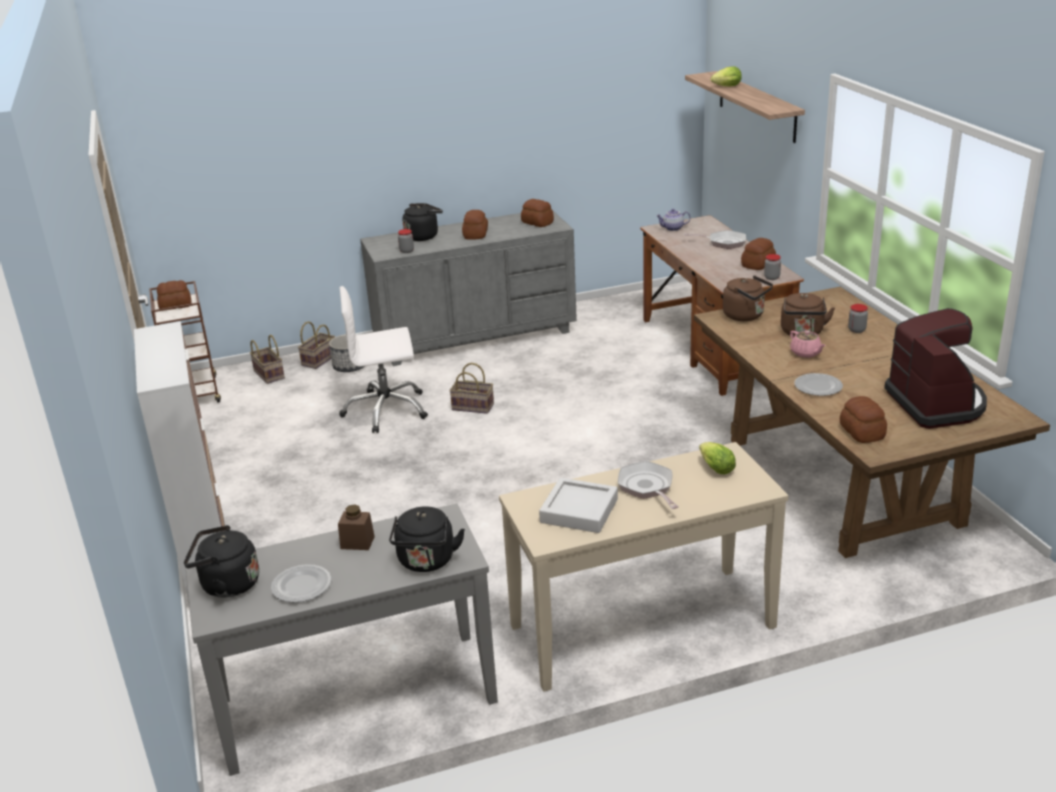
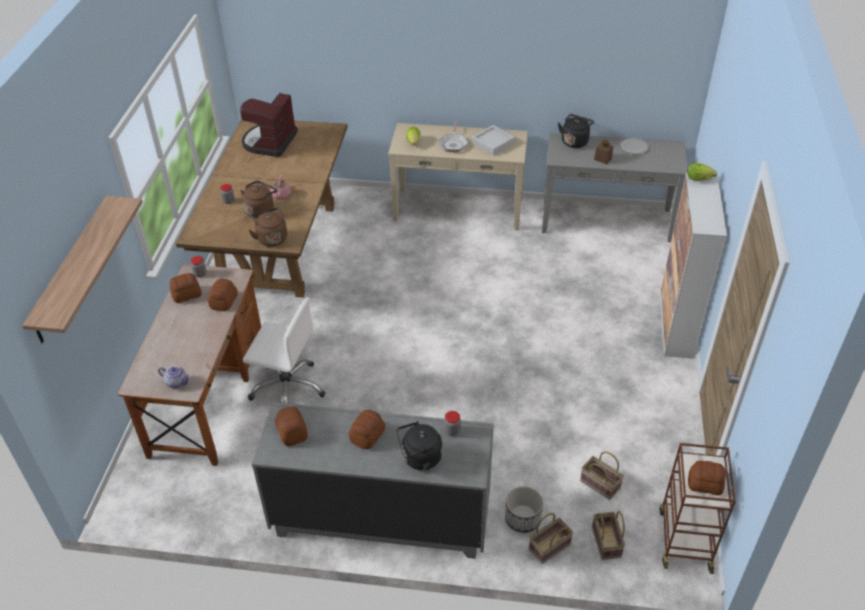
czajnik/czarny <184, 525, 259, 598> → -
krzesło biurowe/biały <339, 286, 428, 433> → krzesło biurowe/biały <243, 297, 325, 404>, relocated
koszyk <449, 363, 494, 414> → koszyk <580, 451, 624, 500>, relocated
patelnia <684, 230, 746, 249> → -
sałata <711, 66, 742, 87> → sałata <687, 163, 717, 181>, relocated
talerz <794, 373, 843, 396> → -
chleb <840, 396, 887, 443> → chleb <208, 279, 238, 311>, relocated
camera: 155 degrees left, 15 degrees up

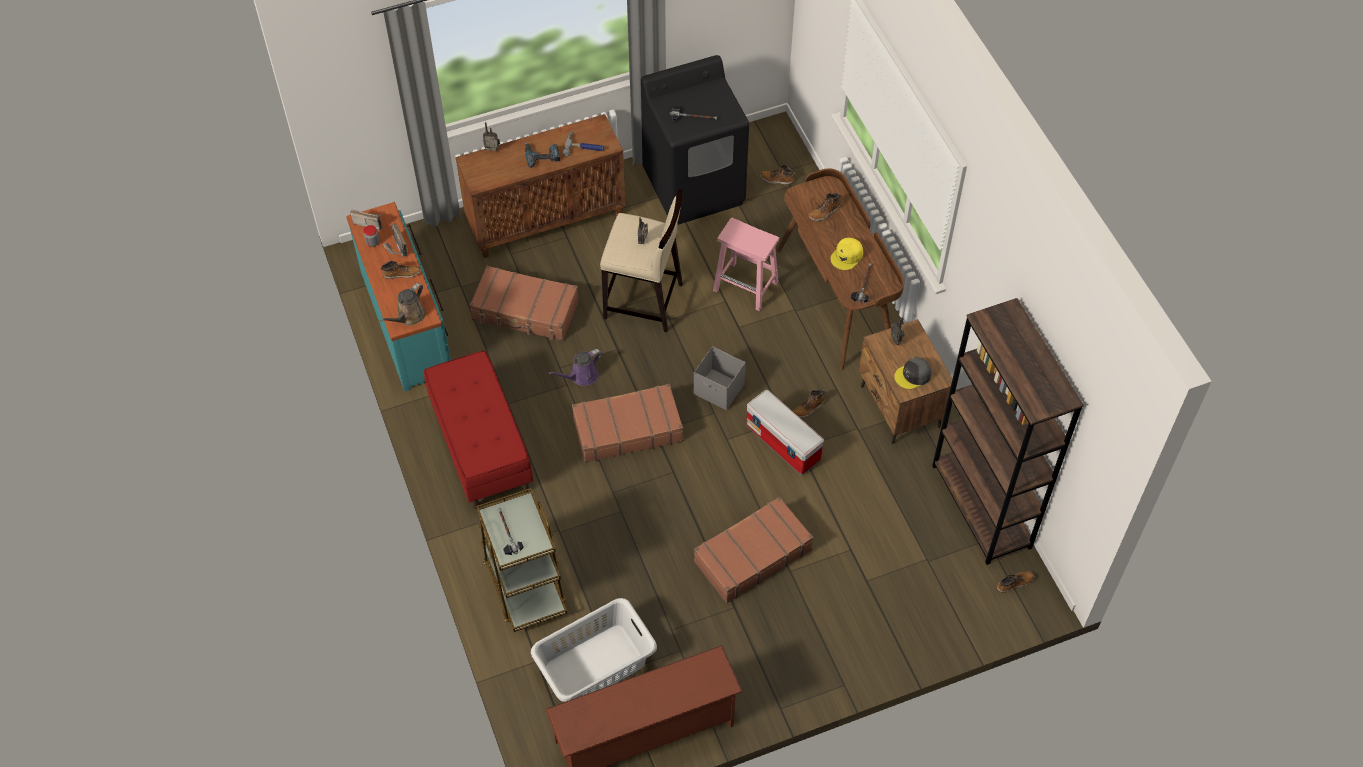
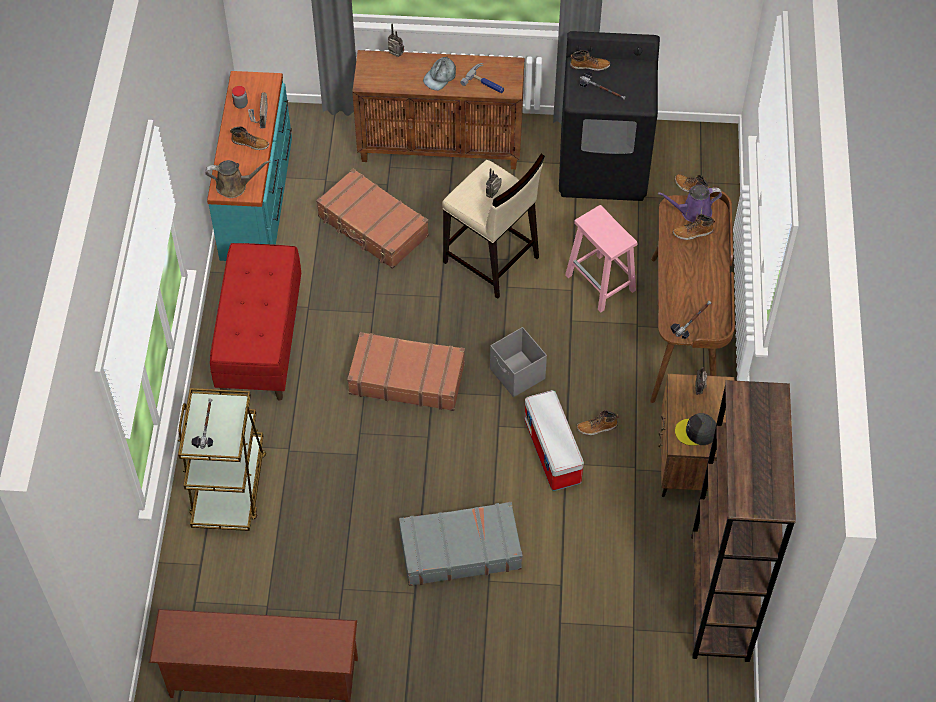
radio <350, 210, 383, 230> → -
konewka/brązowy <380, 283, 426, 326> → konewka/brązowy <205, 160, 271, 198>, 150 degrees counterclockwise
wiertarka <525, 142, 560, 168> → czapka z daszkiem/szary <423, 57, 456, 91>
kosz na pranie/szary <531, 598, 657, 702> → -
konewka/fioletowy <549, 349, 602, 386> → konewka/fioletowy <658, 185, 722, 222>, relocated
walizka/brązowy <694, 497, 813, 603> → walizka/szary <399, 502, 522, 586>
czapka z daszkiem/żółty <831, 238, 863, 270> → -
but z cholewką <997, 572, 1034, 593> → but z cholewką <570, 50, 610, 71>, relocated
camera: 25 degrees right, 0 degrees up

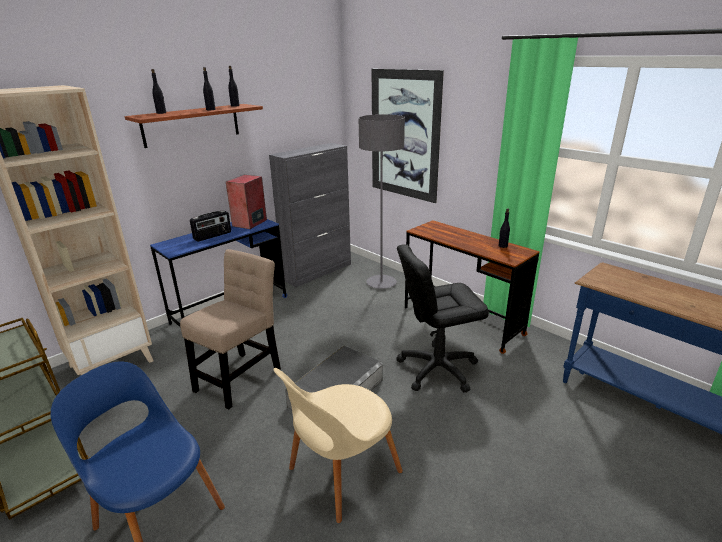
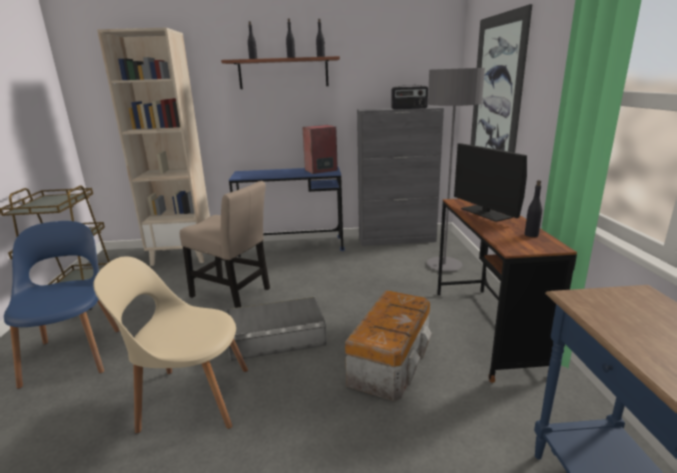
krzesło/beżowy <180, 249, 281, 409> → krzesło/beżowy <180, 181, 270, 308>, 45 degrees clockwise
radio <190, 210, 231, 242> → radio <391, 85, 428, 110>, relocated
krzesło biurowe/czarny <396, 244, 489, 393> → pojemnik do przechowywania <345, 290, 432, 401>
- → monitor <454, 143, 527, 222>
camera: 40 degrees right, 5 degrees down

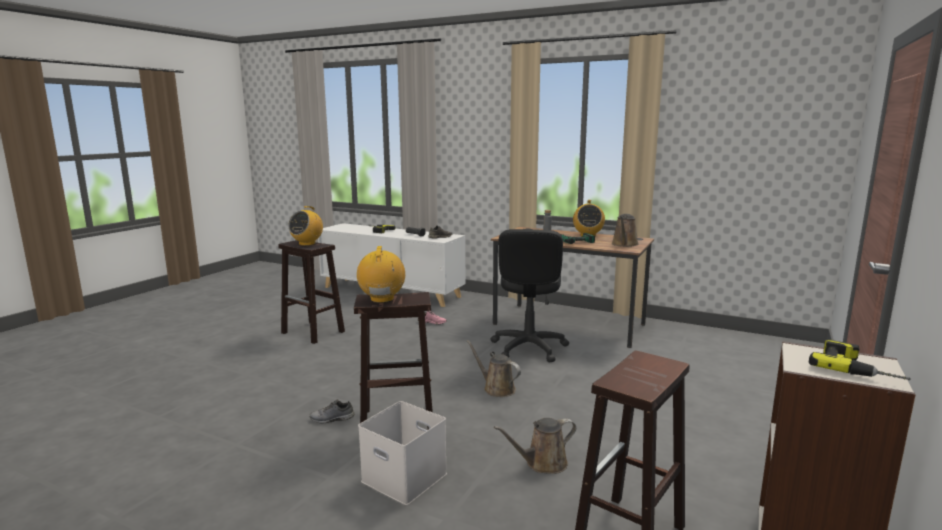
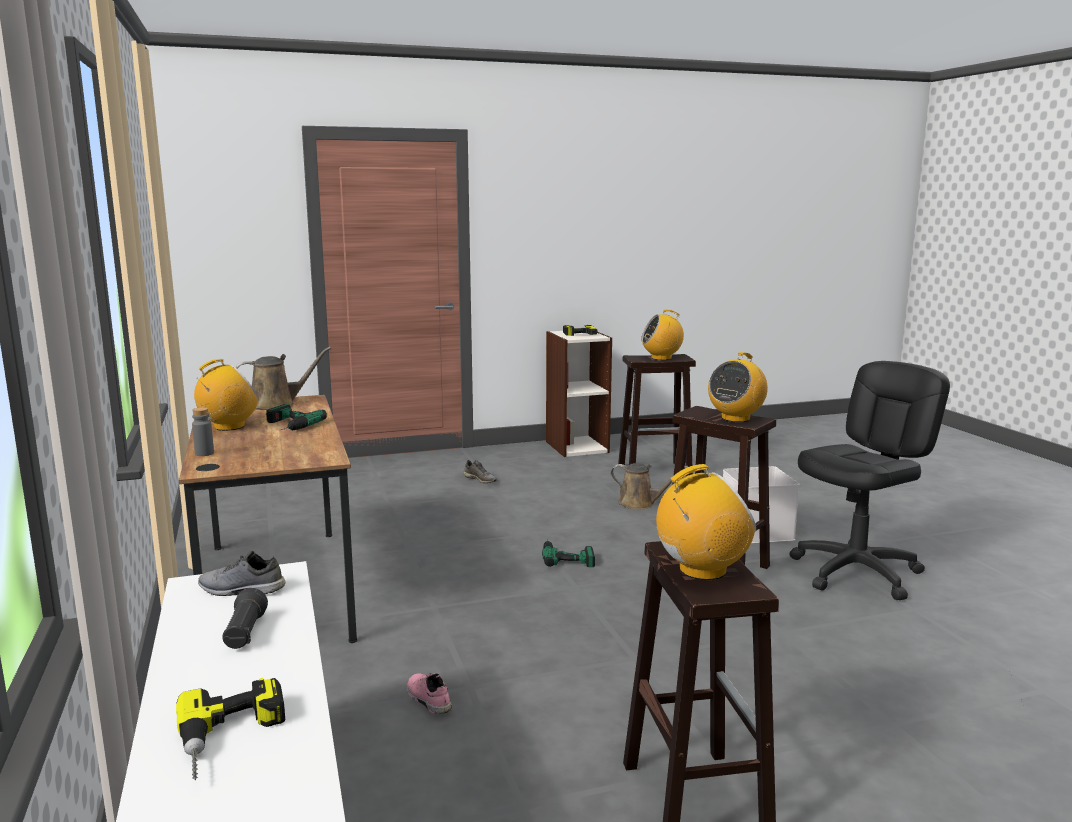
but/szary <309, 399, 354, 423> → but/szary <463, 460, 497, 483>, relocated
konewka/brązowy <466, 340, 521, 397> → wiertarka <542, 540, 595, 567>
krzesło biurowe/czarny <491, 229, 569, 363> → krzesło biurowe/czarny <789, 361, 950, 600>, relocated
- → radio <641, 310, 684, 360>
camera: 135 degrees left, 0 degrees up

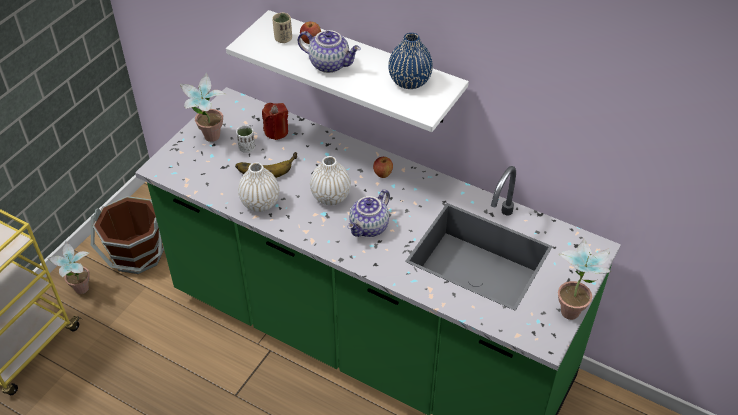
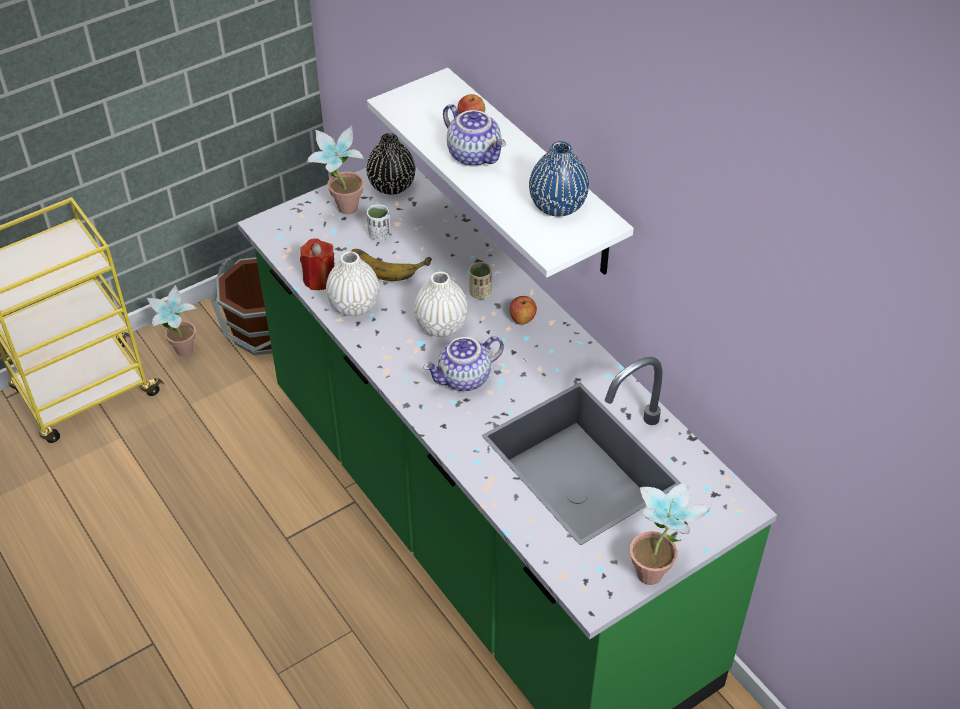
świeca/czerwony <262, 103, 288, 140> → świeca/czerwony <300, 239, 334, 290>, relocated
filiżanka/beżowy <272, 13, 292, 43> → filiżanka/beżowy <469, 262, 492, 299>, relocated
- → wazon/czarny <366, 133, 415, 195>
camera: 25 degrees right, 0 degrees up

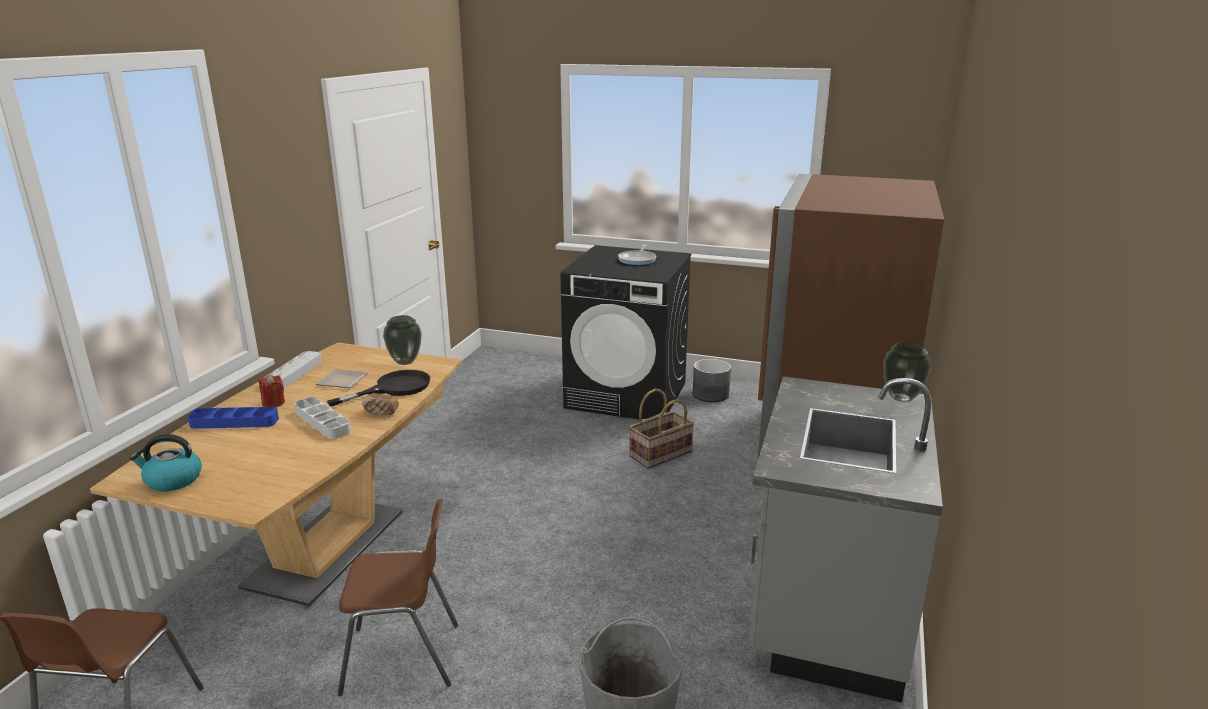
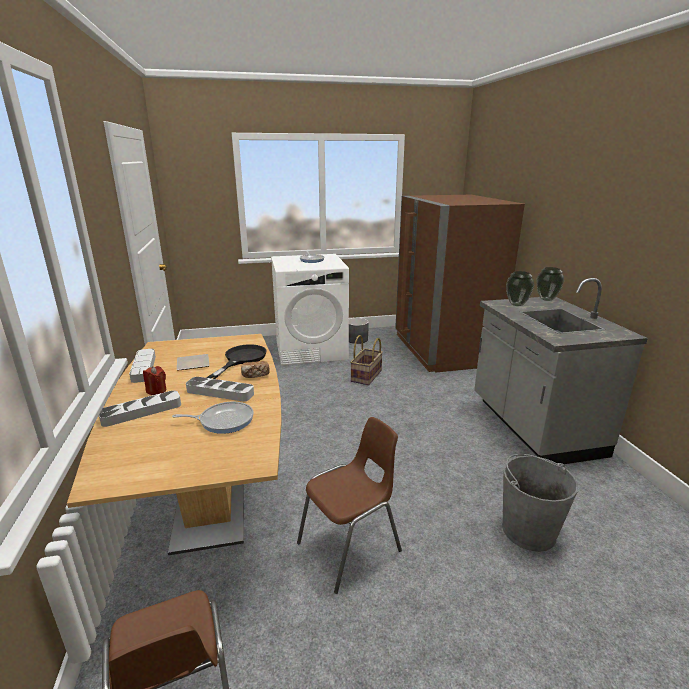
czajnik <130, 434, 202, 492> → -
taca/niebieski <188, 407, 279, 429> → taca/szary <99, 390, 181, 427>
wazon <383, 315, 422, 365> → wazon <506, 271, 534, 306>, relocated
pralka/czarny <560, 245, 691, 419> → pralka/biały <271, 254, 349, 366>
- → patelnia <172, 402, 254, 434>
camera: 30 degrees left, 0 degrees up

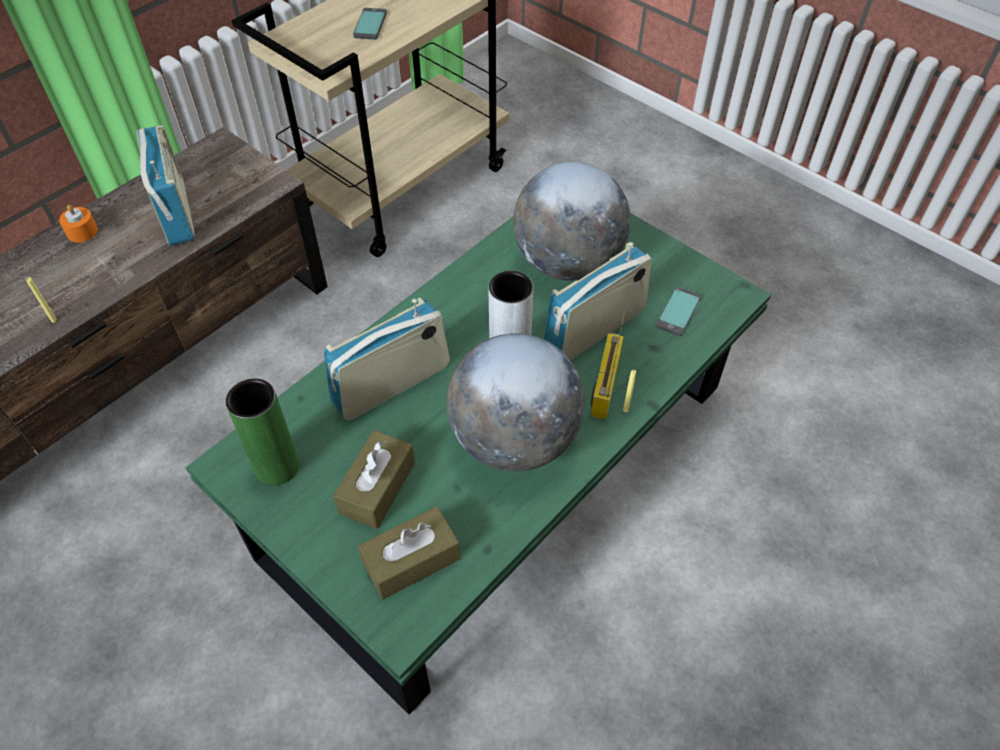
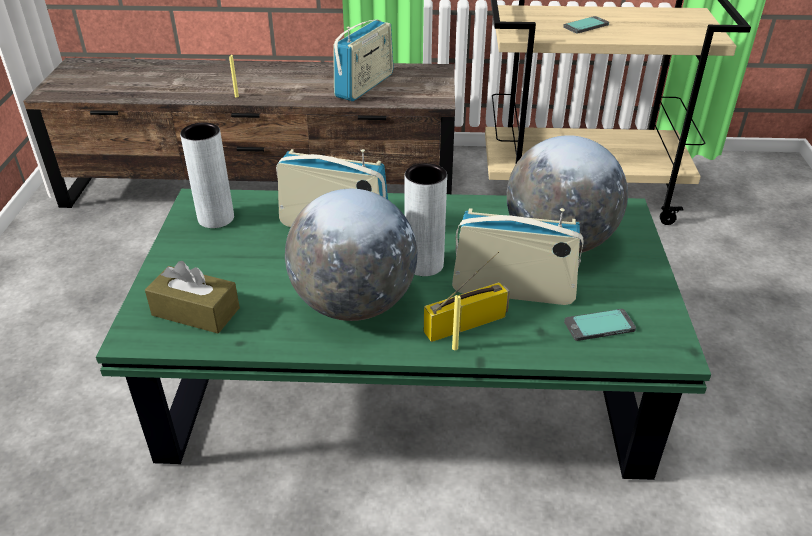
świeca/pomarańczowy <59, 205, 98, 243> → -
wazon/zielony <226, 379, 299, 485> → wazon/szary <180, 122, 234, 228>
pudełko chusteczek/brązowy <333, 430, 415, 529> → -
camera: 50 degrees right, 15 degrees down

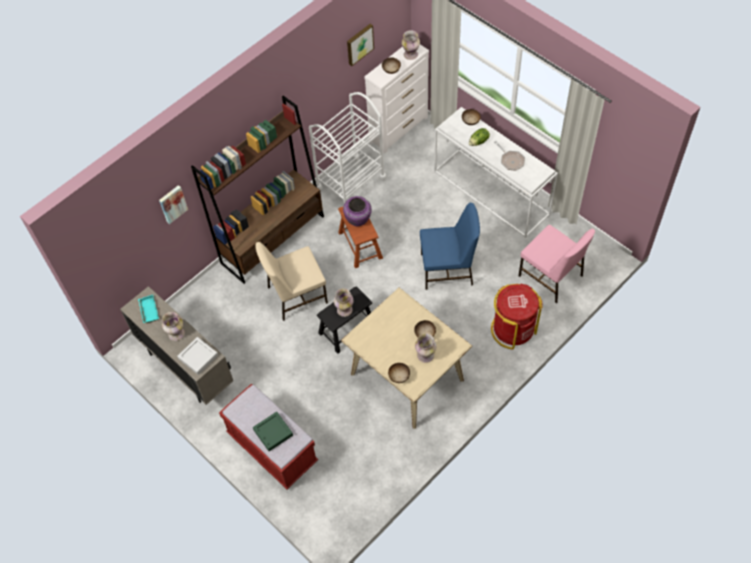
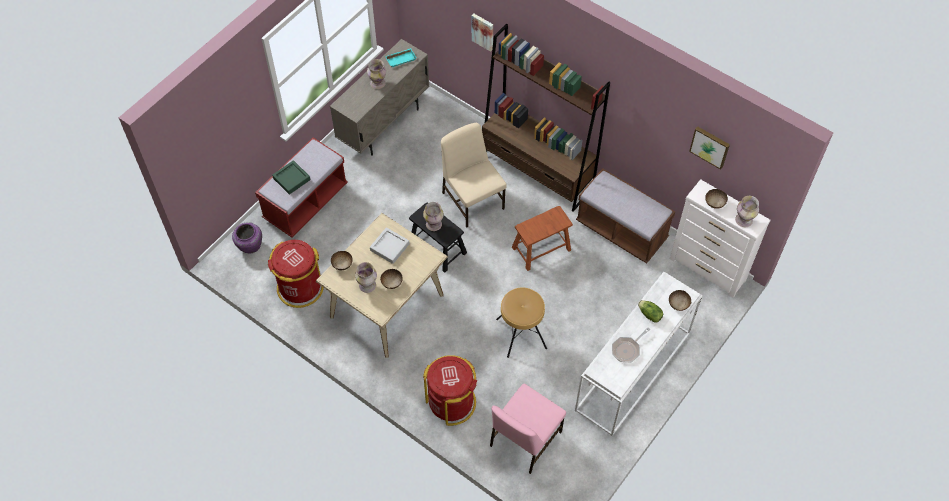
taca/szary <177, 337, 218, 375> → taca/szary <370, 227, 410, 264>, relocated
wózek/biały <309, 92, 387, 207> → ławka/brązowy <576, 168, 675, 263>
wazon/fioletowy <343, 196, 372, 226> → wazon/fioletowy <232, 222, 262, 253>, relocated
krzesło/niebieski <420, 203, 480, 290> → stołek/brązowy <496, 288, 547, 358>
- → kosz na śmieci/czerwony <268, 240, 324, 308>
camera: 80 degrees right, 0 degrees up

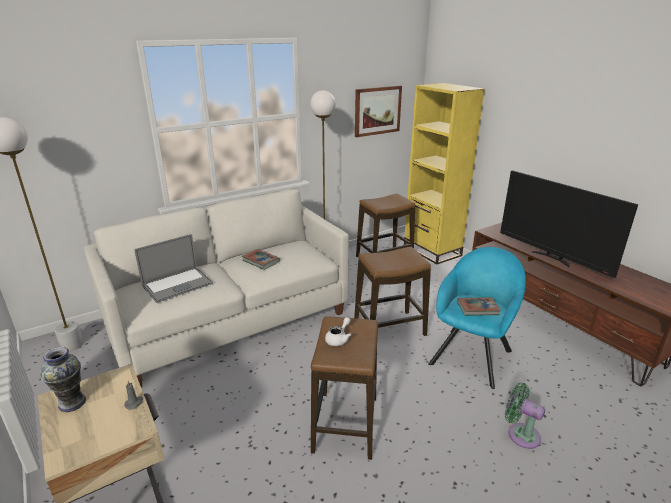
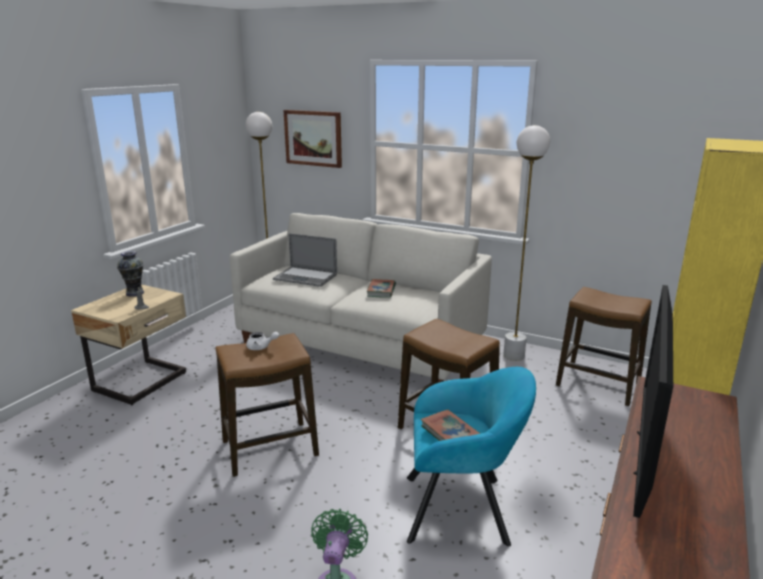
obraz <355, 86, 402, 137> → obraz <283, 110, 342, 168>, relocated
camera: 60 degrees right, 5 degrees down

